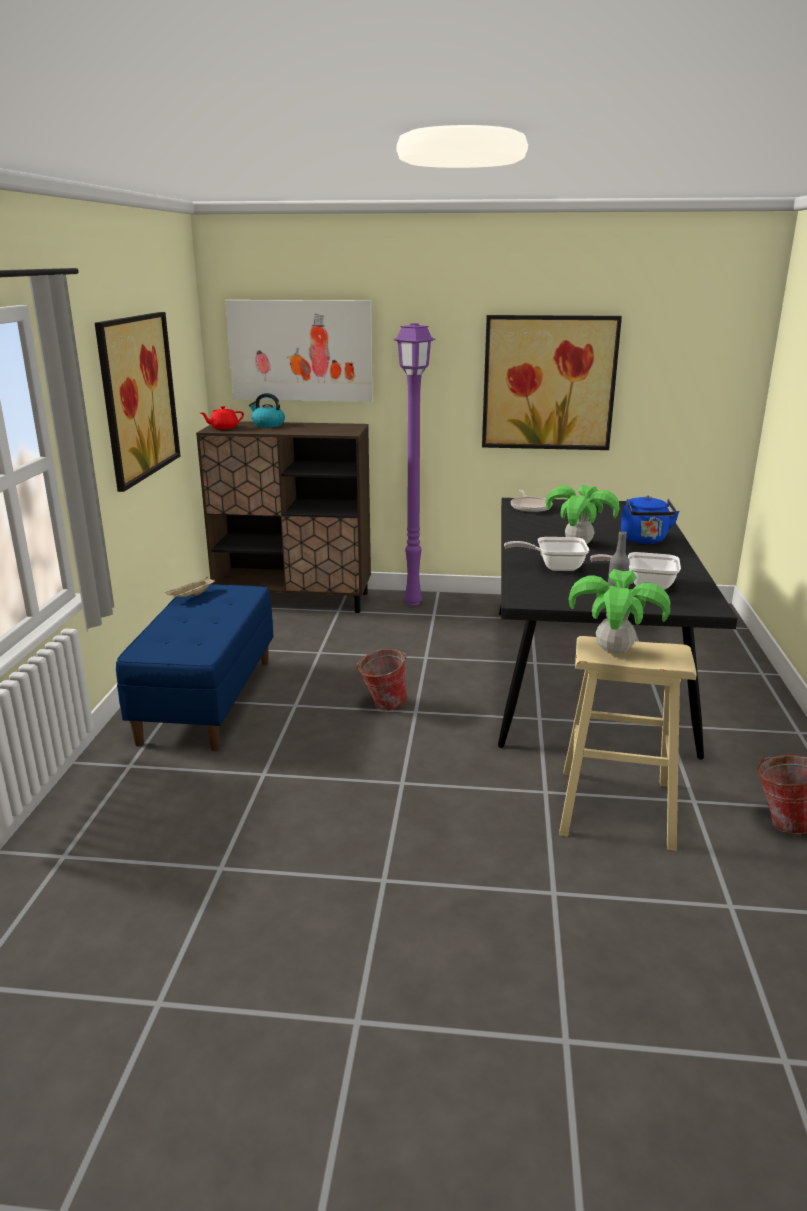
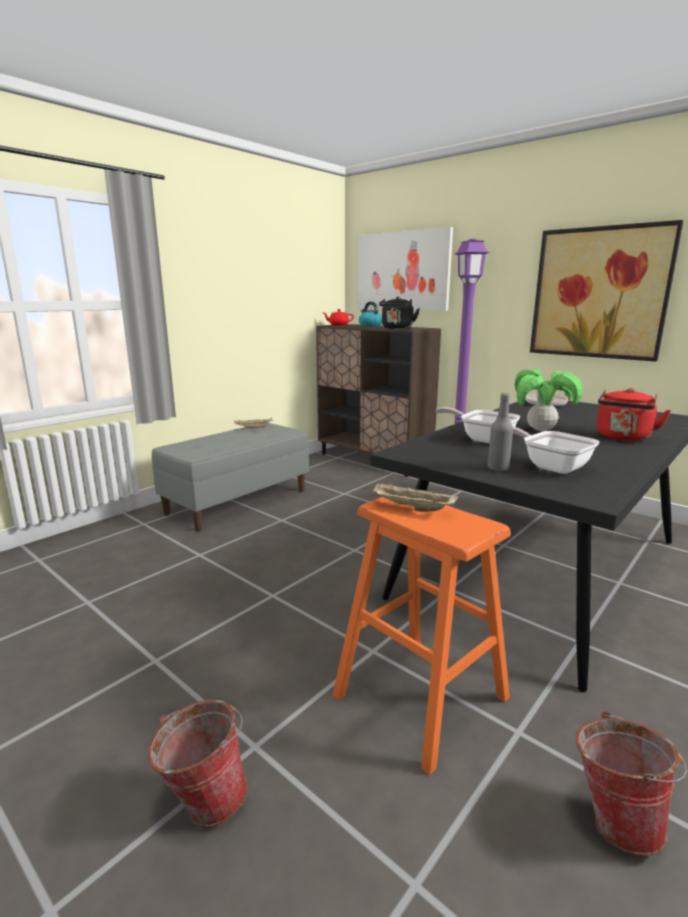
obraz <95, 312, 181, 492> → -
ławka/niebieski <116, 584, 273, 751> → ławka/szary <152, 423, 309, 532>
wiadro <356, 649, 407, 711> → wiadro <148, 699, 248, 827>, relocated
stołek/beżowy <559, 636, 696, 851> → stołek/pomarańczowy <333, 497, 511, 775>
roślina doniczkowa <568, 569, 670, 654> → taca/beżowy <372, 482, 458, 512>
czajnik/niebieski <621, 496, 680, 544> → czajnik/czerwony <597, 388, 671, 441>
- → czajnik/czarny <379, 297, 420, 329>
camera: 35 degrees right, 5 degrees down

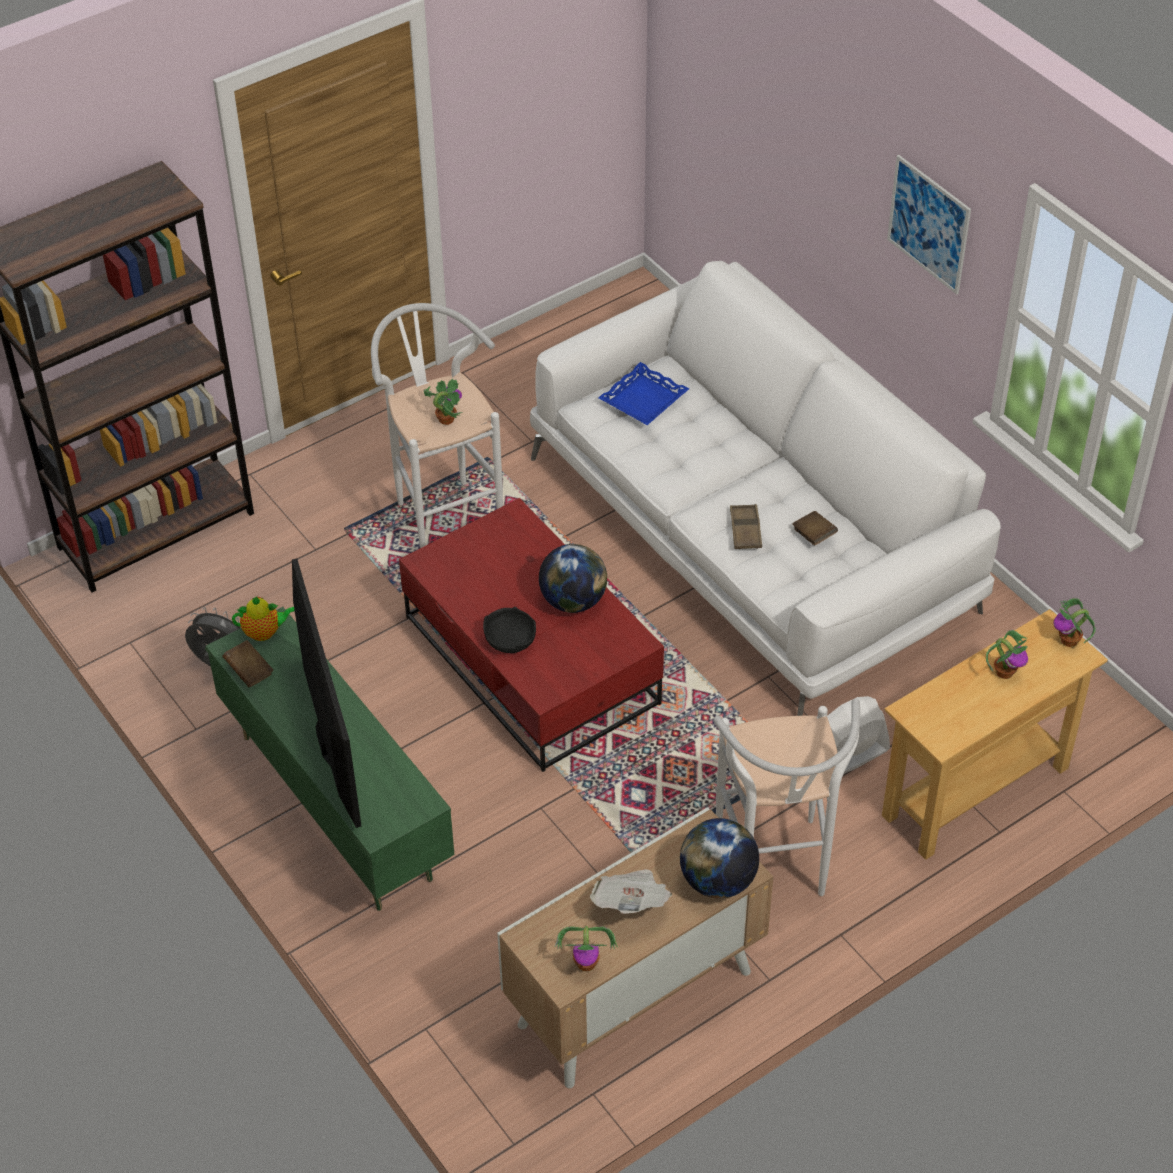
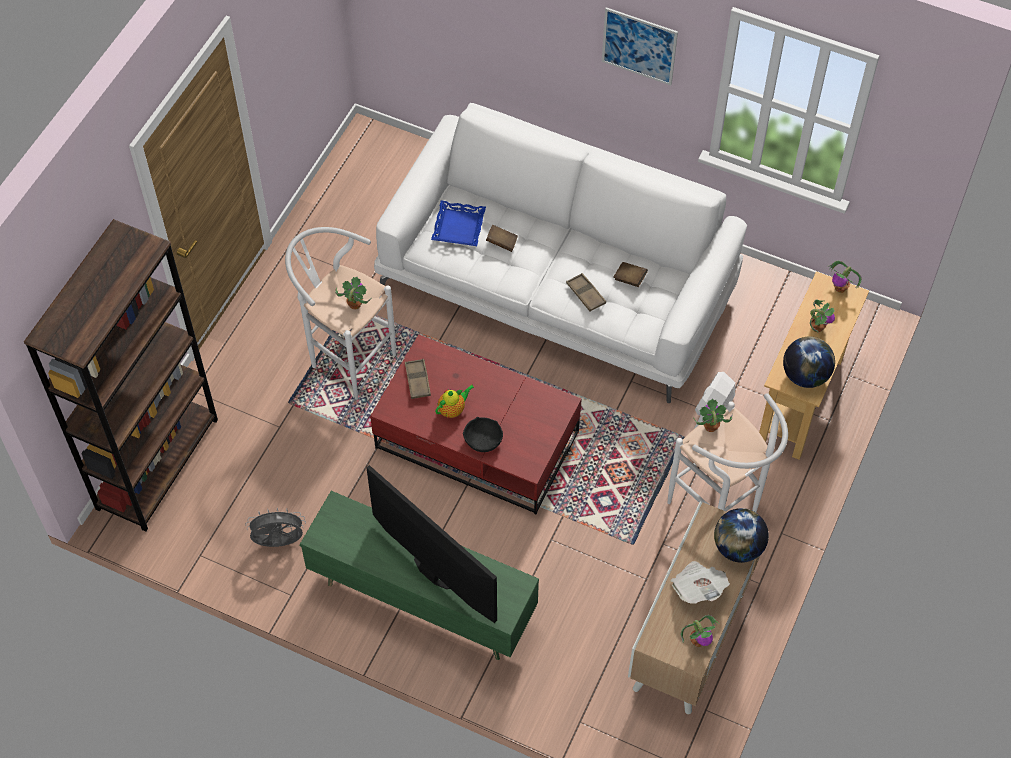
książka/brązowy <222, 640, 273, 687> → książka/brązowy <486, 225, 518, 252>, relocated
imbryk <232, 597, 295, 641> → imbryk <435, 385, 474, 418>, relocated
globus <539, 544, 607, 613> → globus <783, 336, 835, 388>, relocated
- → taca/brązowy <405, 359, 431, 399>
- → roślina doniczkowa <693, 399, 733, 432>
camera: 30 degrees left, 10 degrees up

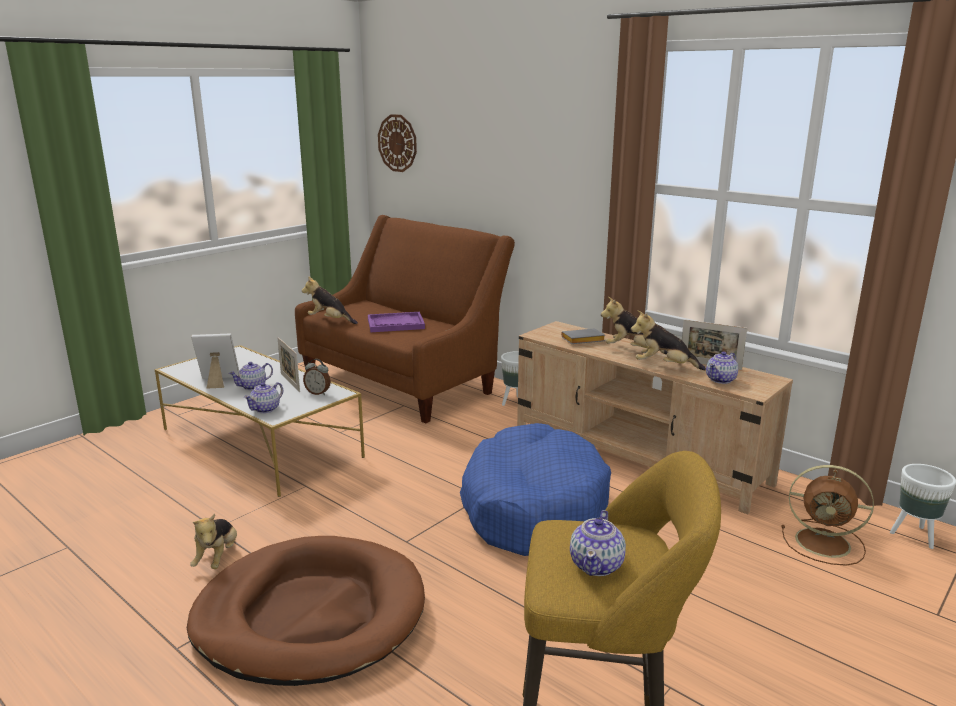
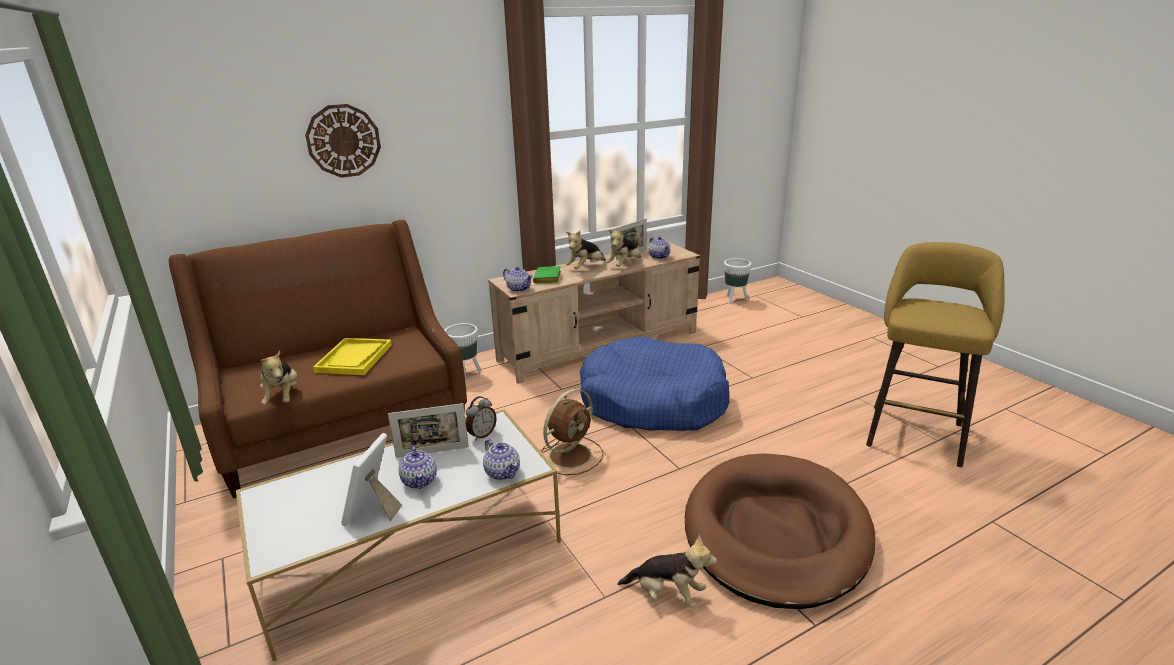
pluszak <302, 276, 358, 324> → pluszak <260, 351, 297, 404>, 60 degrees counterclockwise
taca/fioletowy <368, 312, 425, 332> → taca/żółty <313, 338, 392, 375>
zegar ścienny <378, 114, 417, 172> → zegar ścienny <305, 104, 381, 178>, relocated
książka/szary <561, 328, 605, 344> → książka/zielony <533, 266, 561, 283>
imbryk <570, 510, 626, 576> → imbryk <503, 267, 533, 292>, relocated
wentylator/brązowy <781, 465, 874, 566> → wentylator/brązowy <542, 389, 603, 475>, relocated
camera: 70 degrees left, 5 degrees up

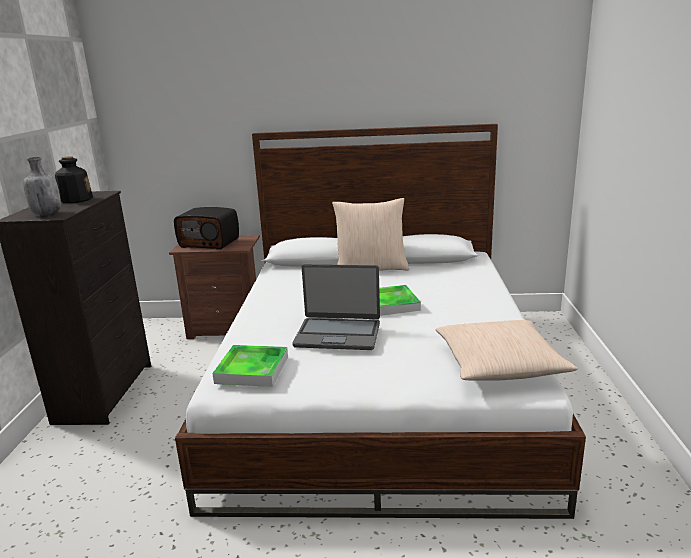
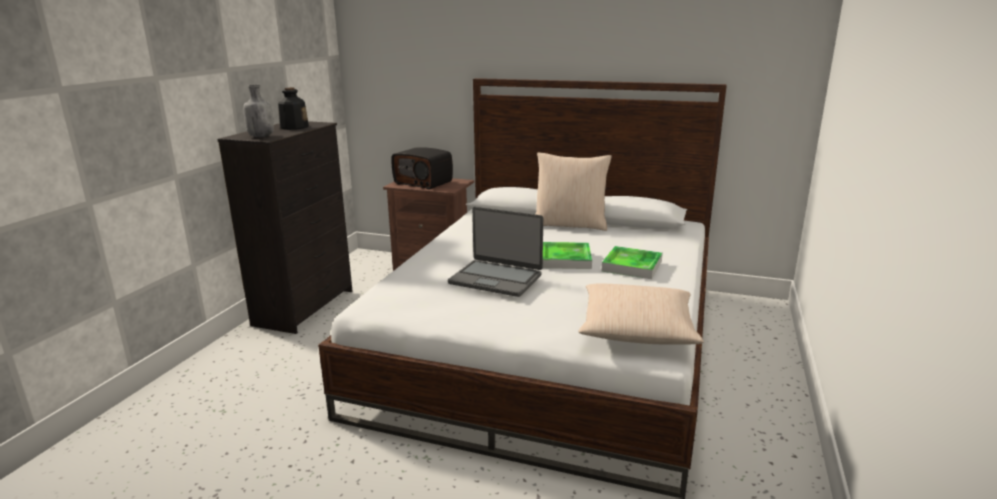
taca <212, 345, 288, 387> → taca <602, 246, 663, 279>, relocated
camera: 15 degrees right, 0 degrees up

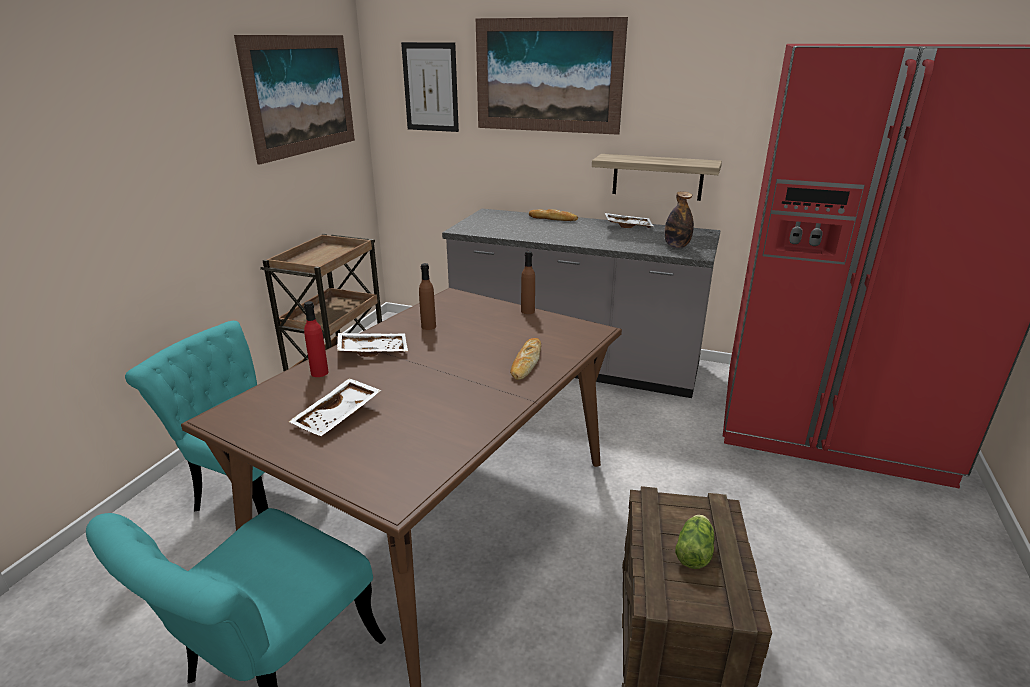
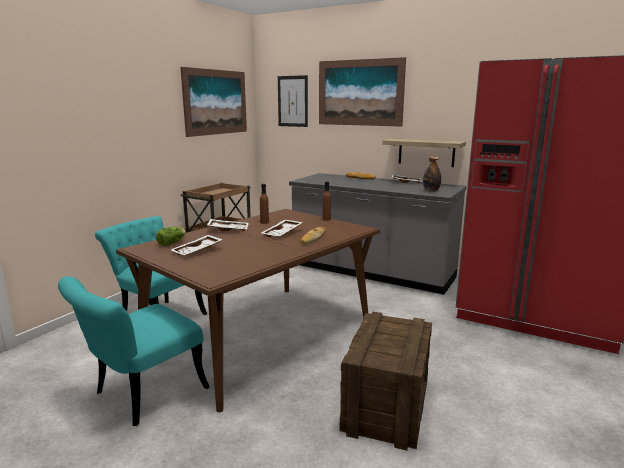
butelka/czerwony <304, 301, 329, 377> → -
sałata <675, 515, 715, 569> → sałata <156, 227, 186, 246>, relocated
- → taca/biały <261, 220, 303, 237>
camera: 10 degrees right, 10 degrees down

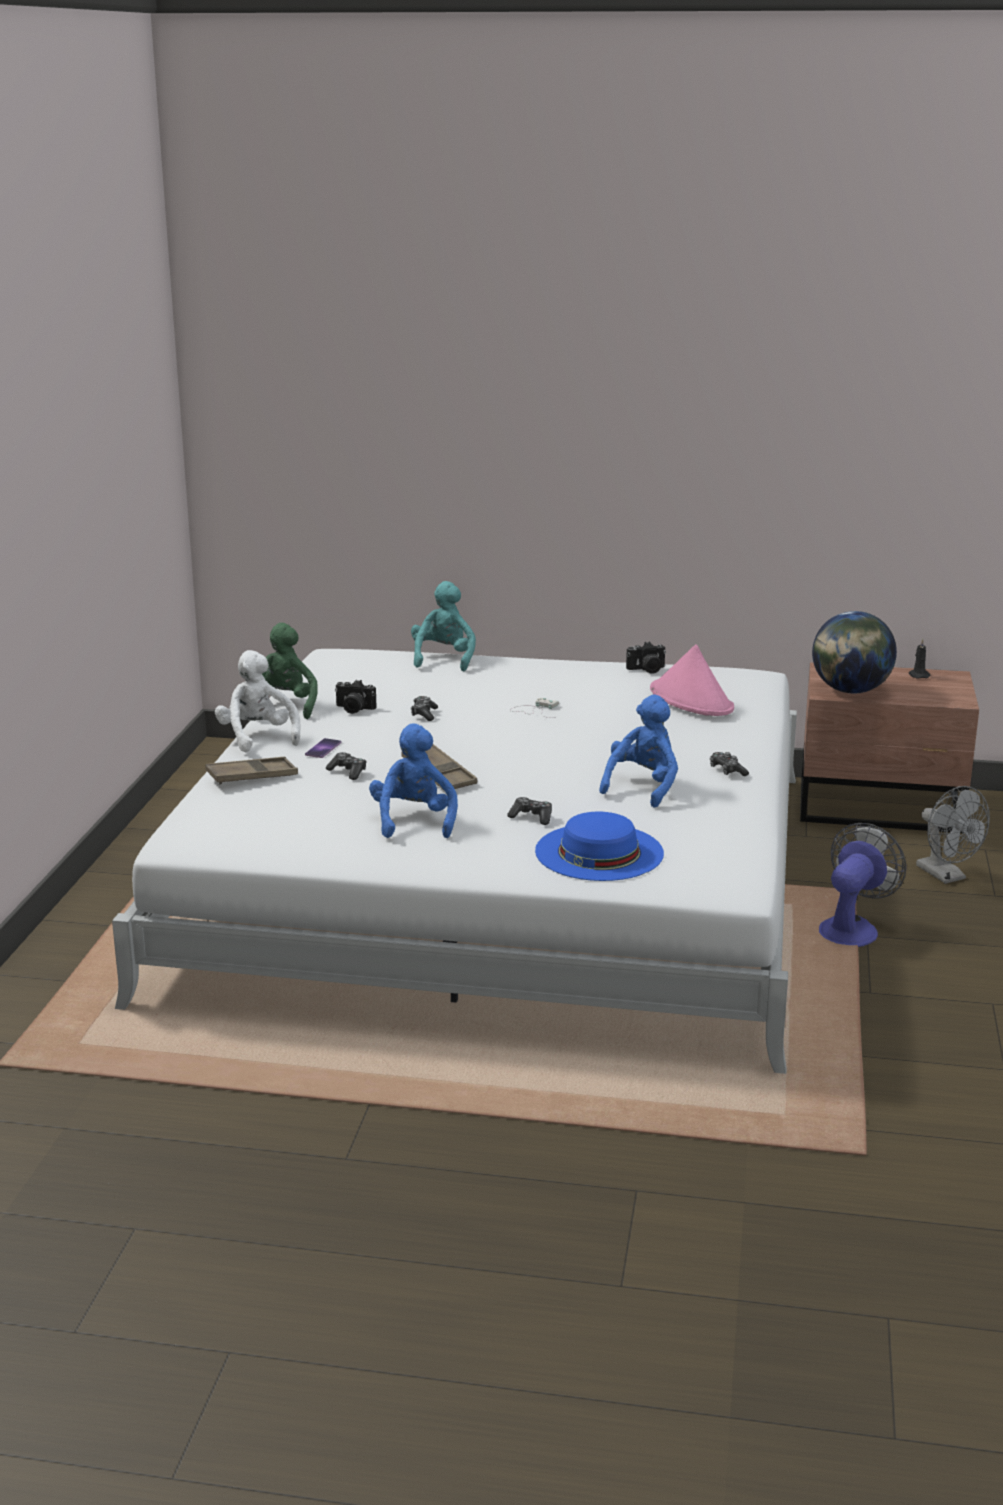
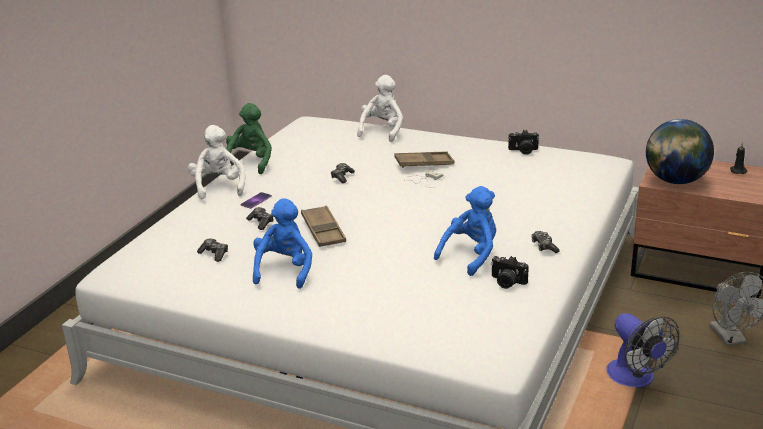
taca/brązowy <205, 757, 298, 785> → taca/brązowy <395, 151, 454, 168>, relocated
aparat fotograficzny <335, 680, 377, 714> → aparat fotograficzny <491, 256, 529, 289>, relocated
pluszak/turkusowy <411, 581, 476, 671> → pluszak/biały <357, 75, 403, 142>
pad do gier <507, 797, 552, 825> → pad do gier <197, 238, 228, 262>, relocated
kapelusz/niebieski <535, 812, 664, 881> → -
kapelusz/różowy <650, 644, 734, 716> → -
wentylator <819, 823, 906, 947> → wentylator <607, 313, 679, 388>, 105 degrees clockwise
camera: 15 degrees right, 5 degrees up

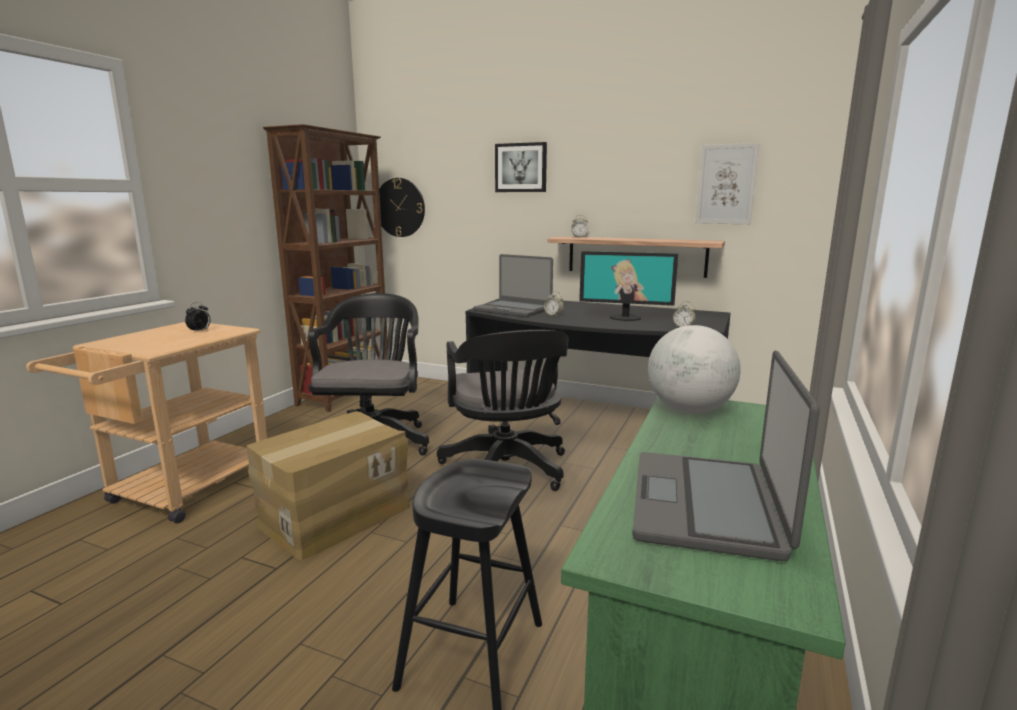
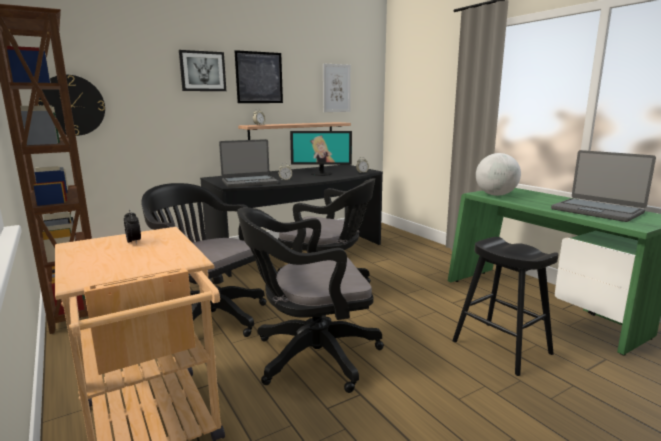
karton <246, 411, 409, 560> → krzesło biurowe/czarny <237, 207, 384, 393>
monitor <579, 251, 678, 321> → monitor <290, 131, 352, 176>, 45 degrees clockwise
- → obraz <234, 50, 283, 103>
camera: 55 degrees left, 0 degrees up

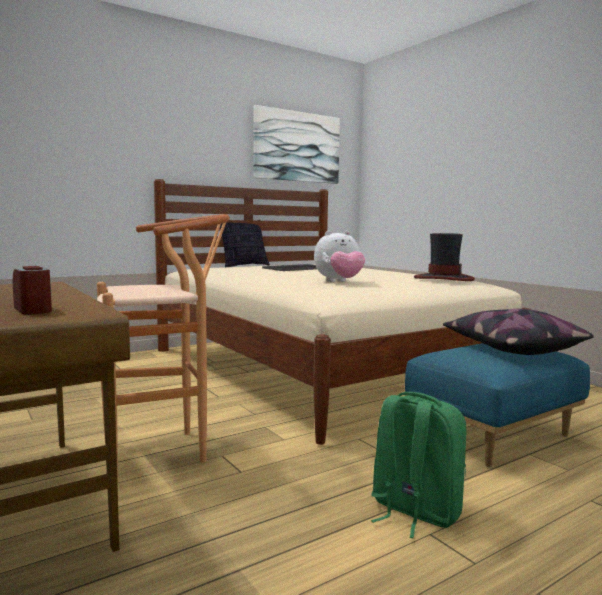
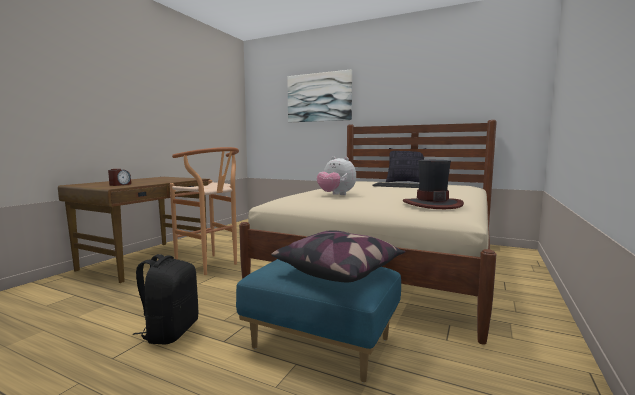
obraz <253, 105, 340, 184> → obraz <287, 69, 352, 122>, relocated
plecak/zielony <371, 392, 466, 539> → plecak/czarny <133, 254, 198, 345>
camera: 60 degrees right, 0 degrees up

